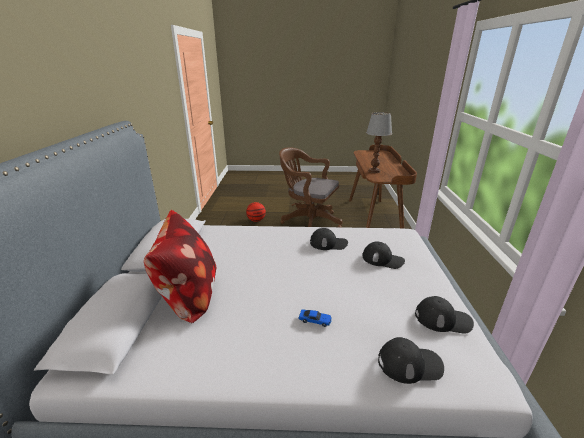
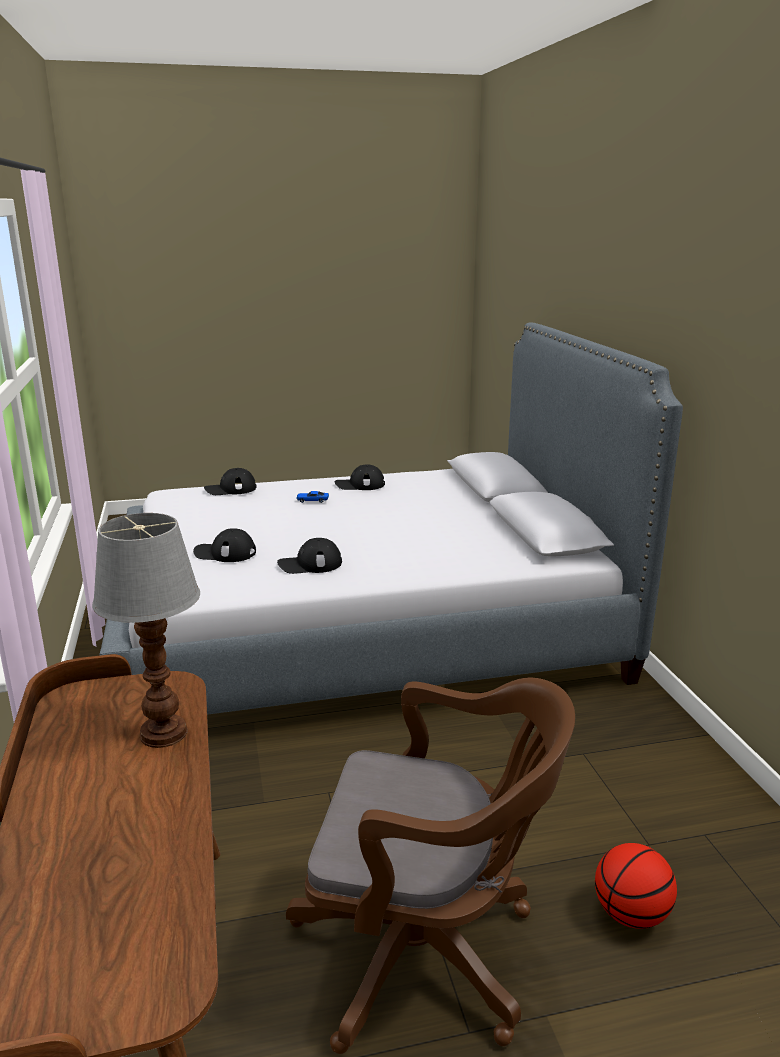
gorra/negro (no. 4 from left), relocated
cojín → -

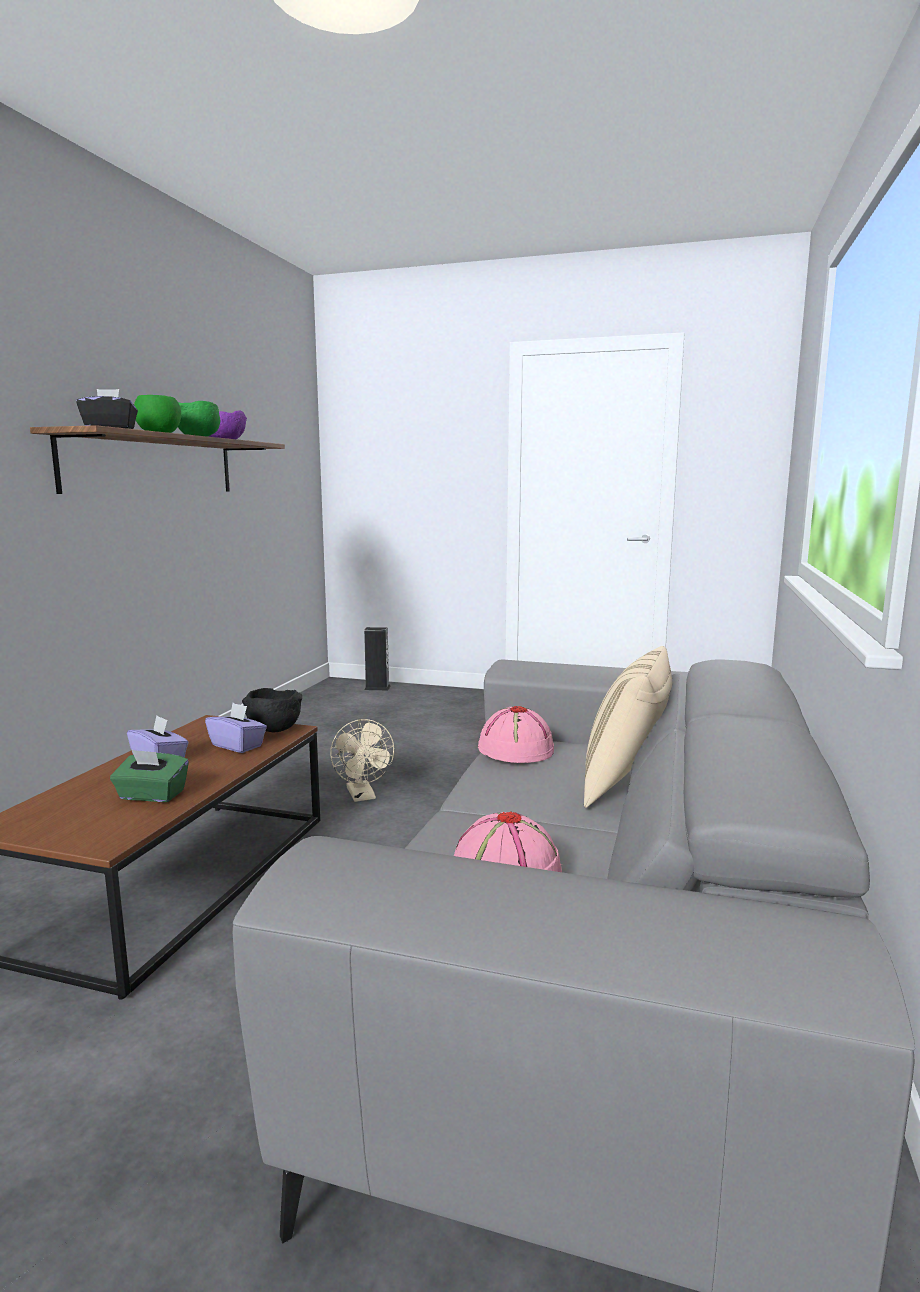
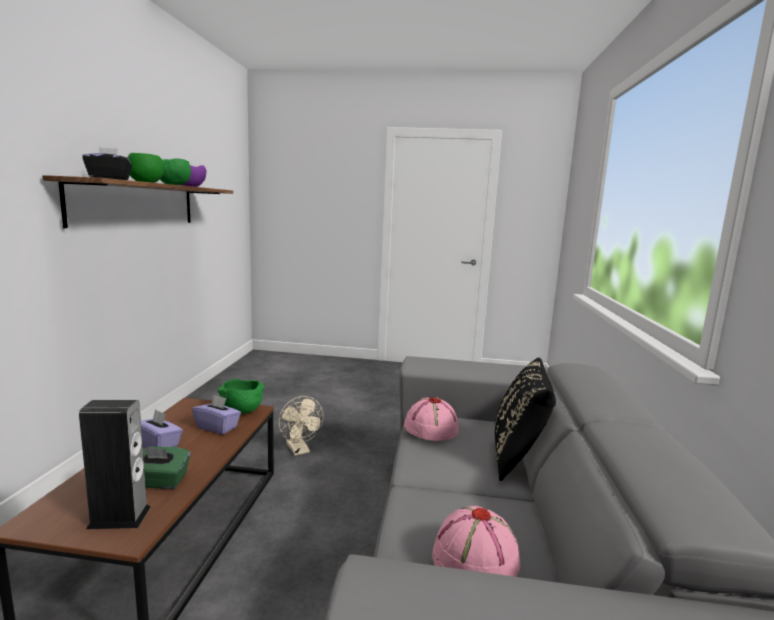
altavoz, relocated
cuenco/negro → cuenco/verde (no. 3 from left)
cojín/beis → cojín/negro

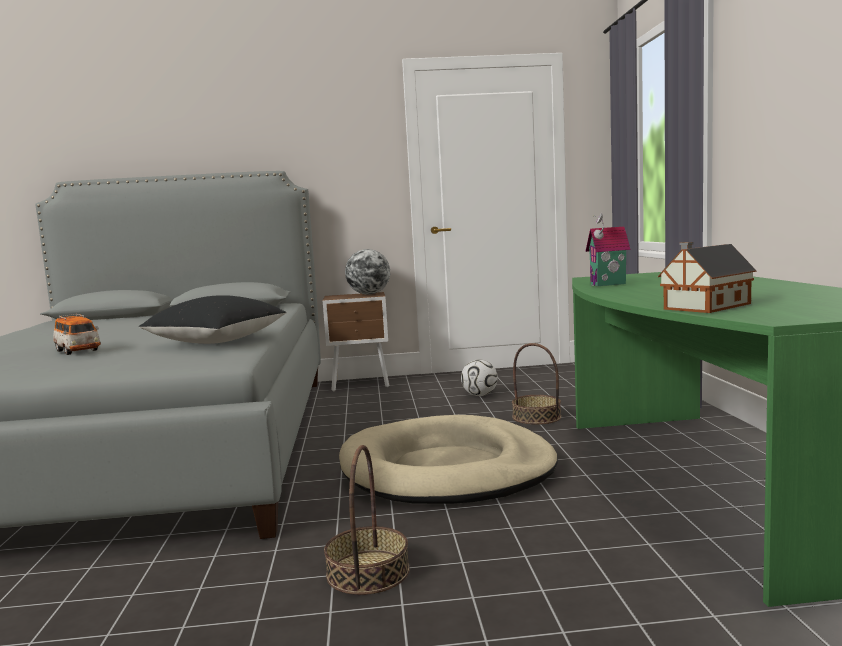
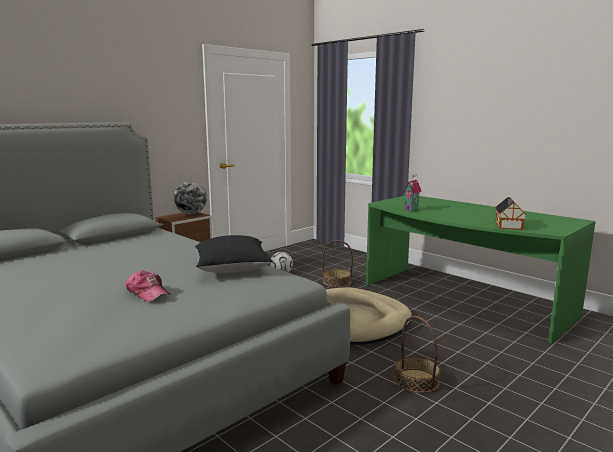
coche de juguete → gorra

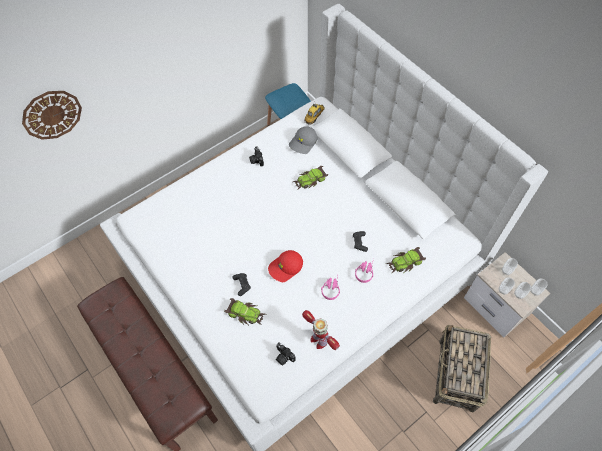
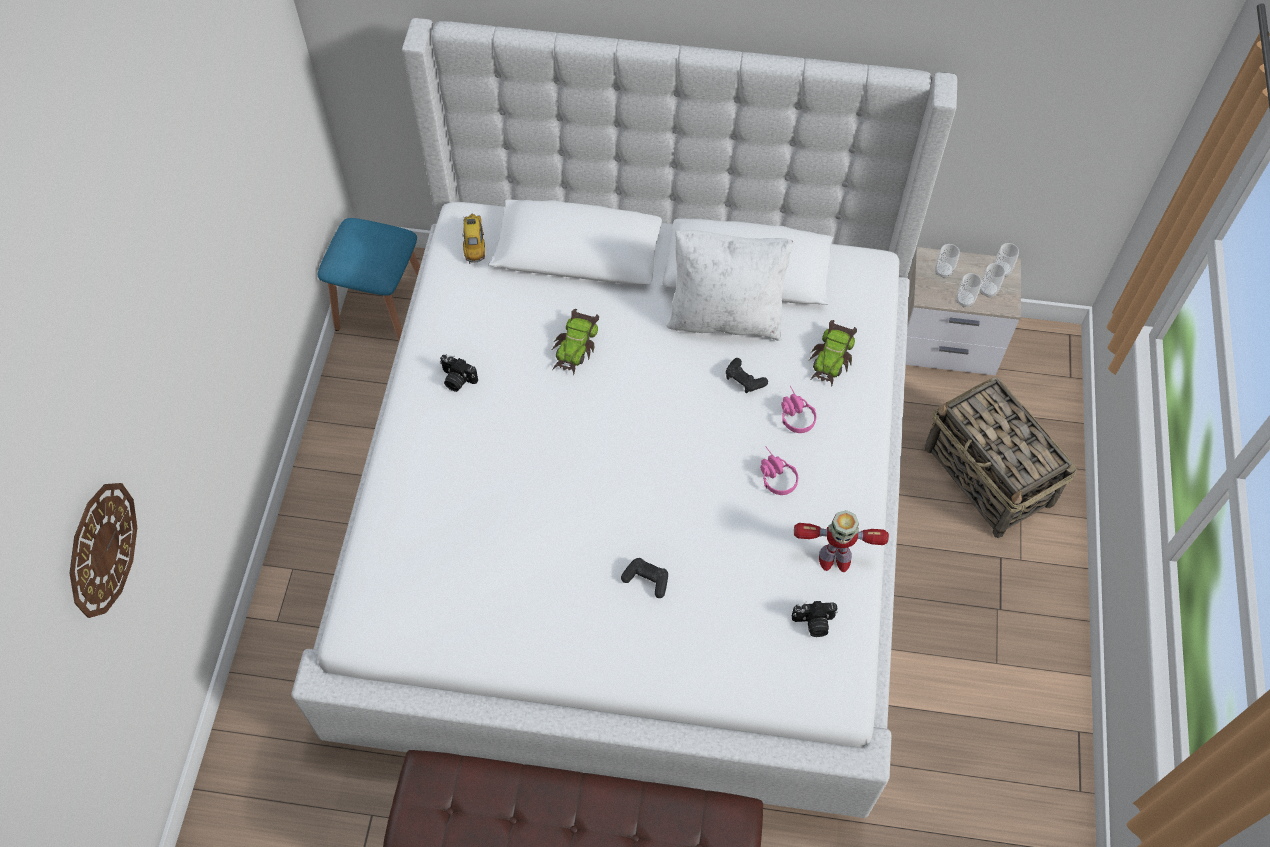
- → cojín/blanco
coche de juguete (no. 1 from left) → -
gorra/rojo → -
gorra/gris → -

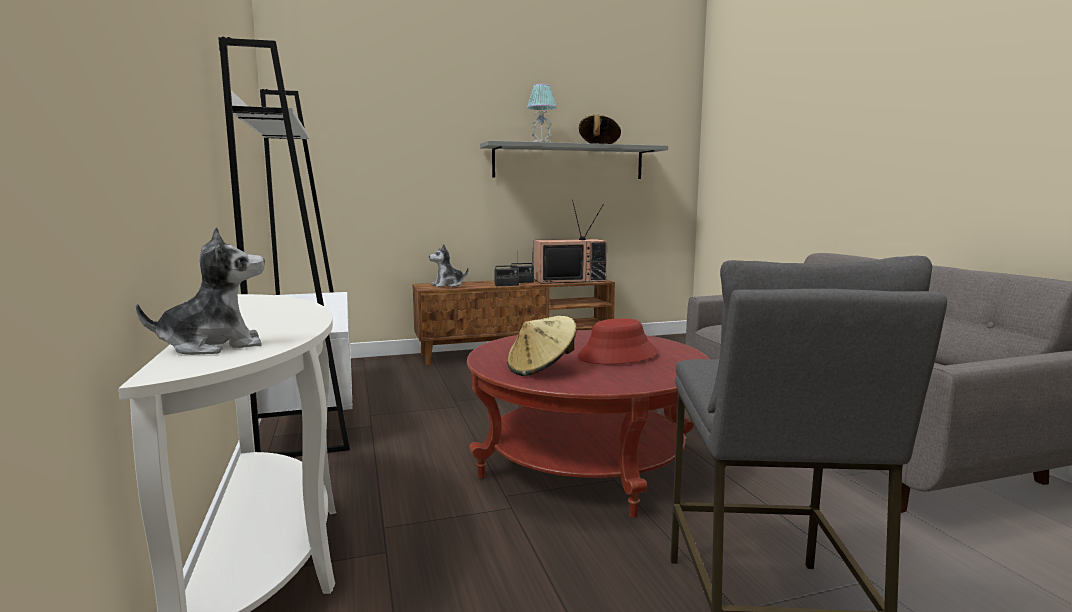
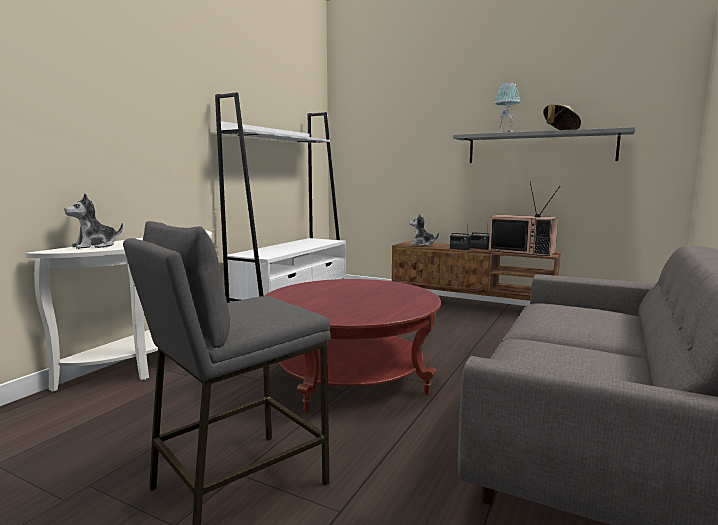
peluche (no. 1 from left), 120 degrees clockwise
sombrero/beis (no. 1 from left) → -
sombrero/rojo → -

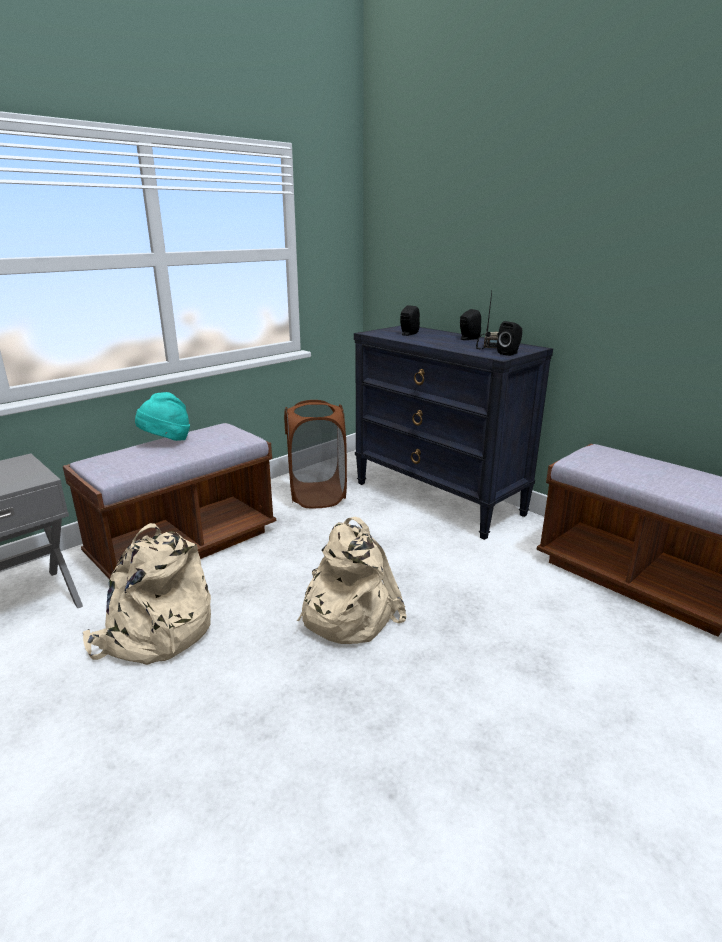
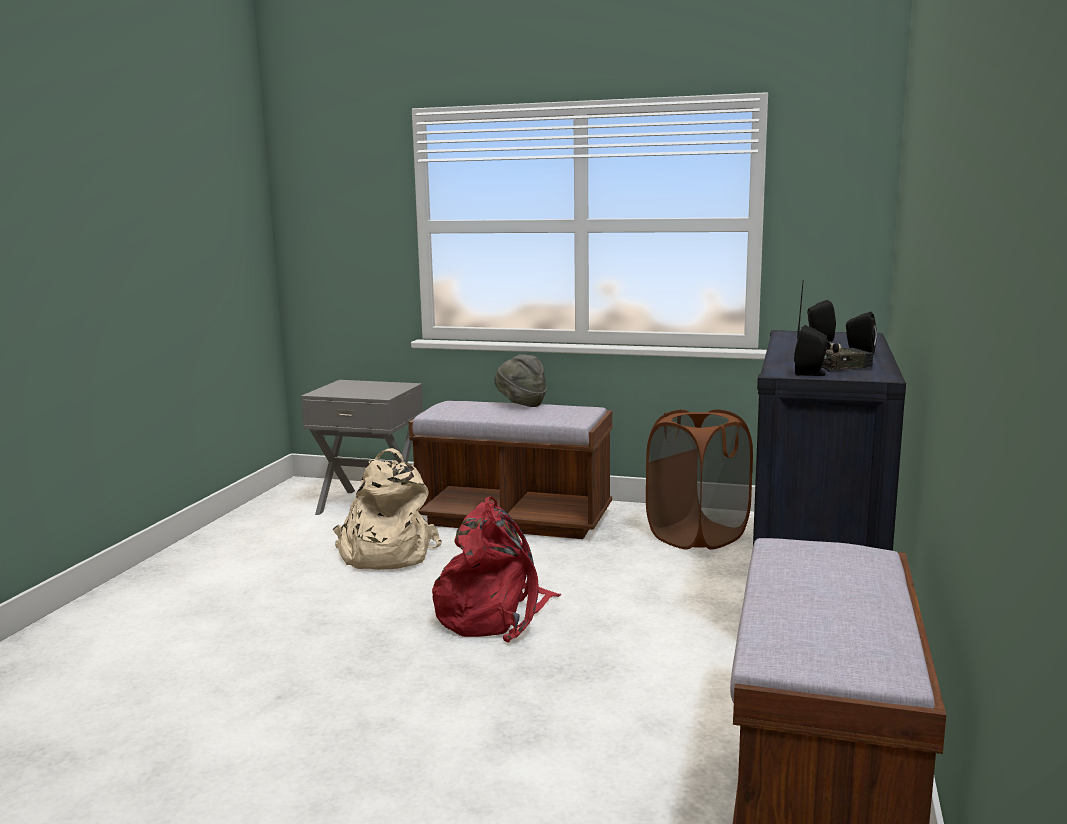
mochila/beis (no. 2 from left) → mochila/rojo
sombrero/turquesa → sombrero/gris

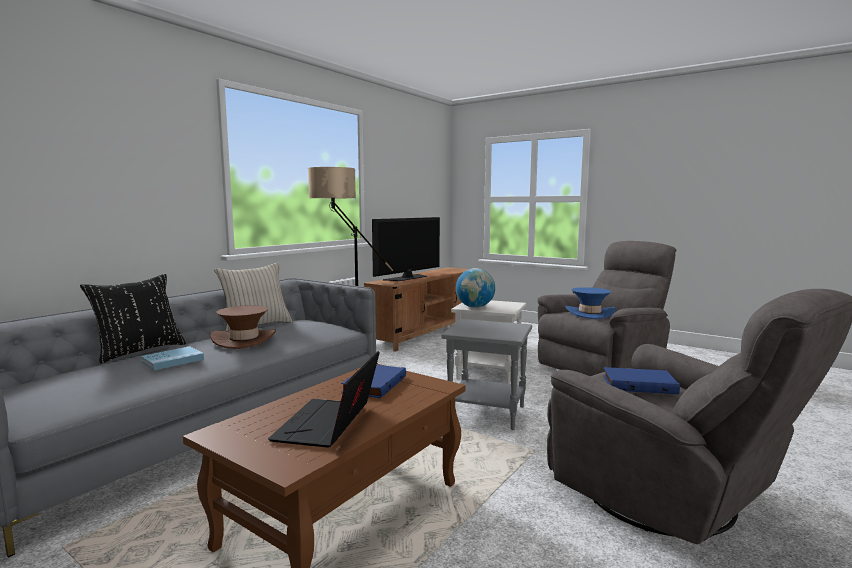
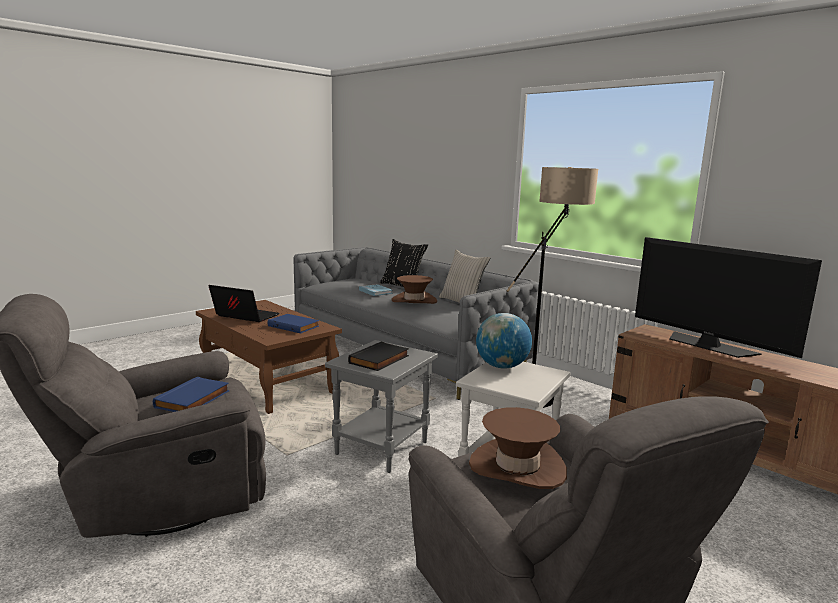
- → libro/negro
sombrero/azul → sombrero/marrón (no. 2 from left)

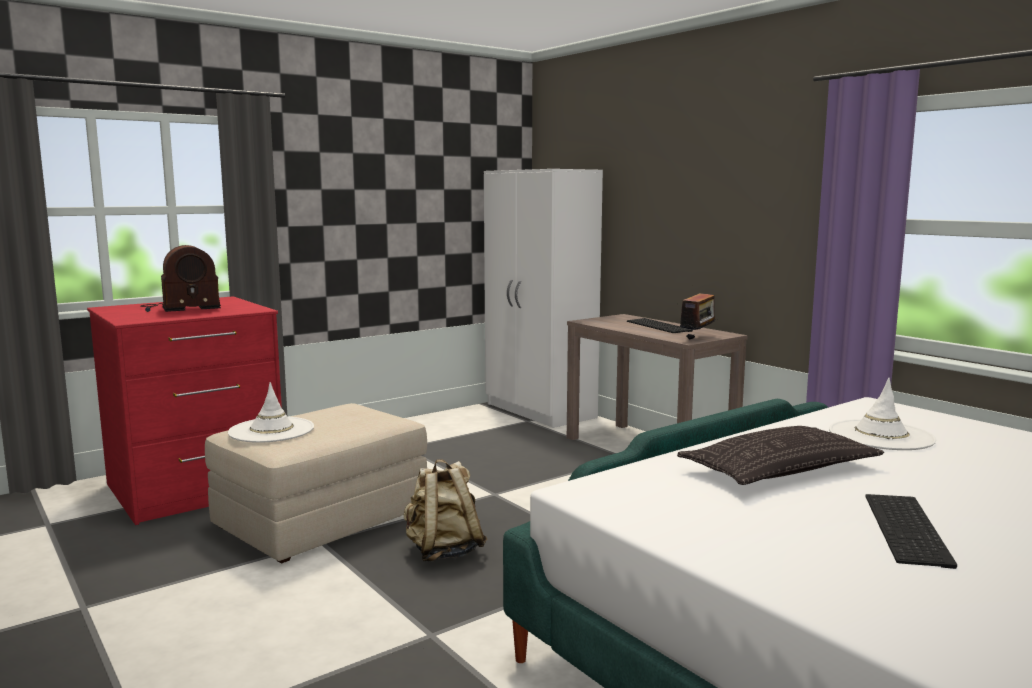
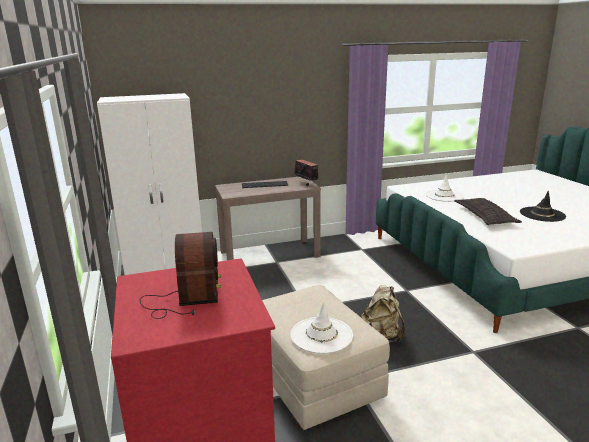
teclado (no. 2 from left) → sombrero/negro

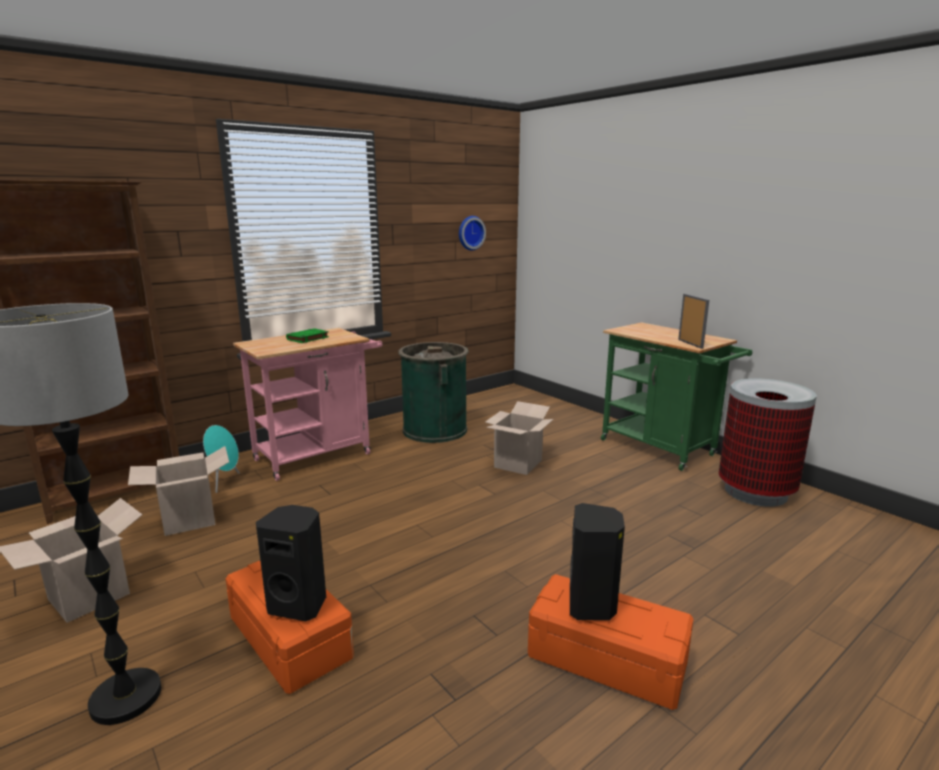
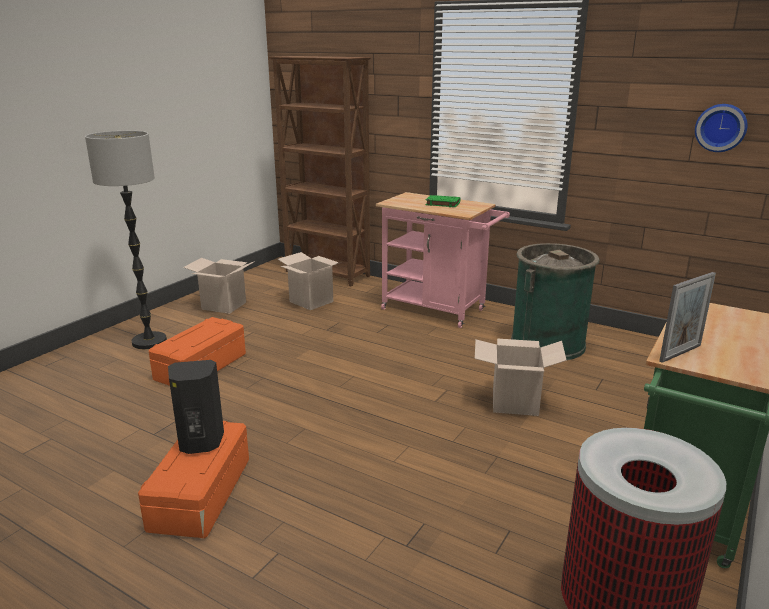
altavoz/turquesa → -
altavoz/negro (no. 1 from left) → -

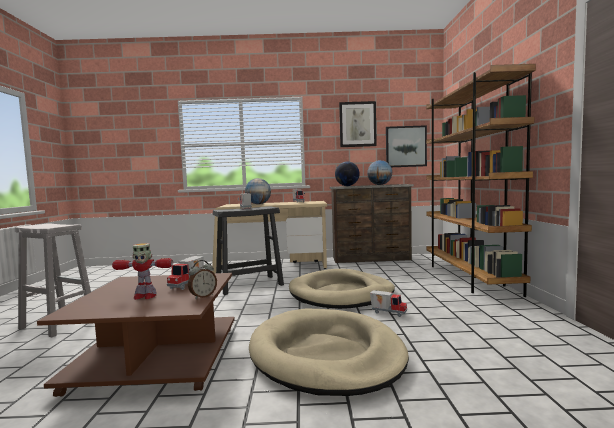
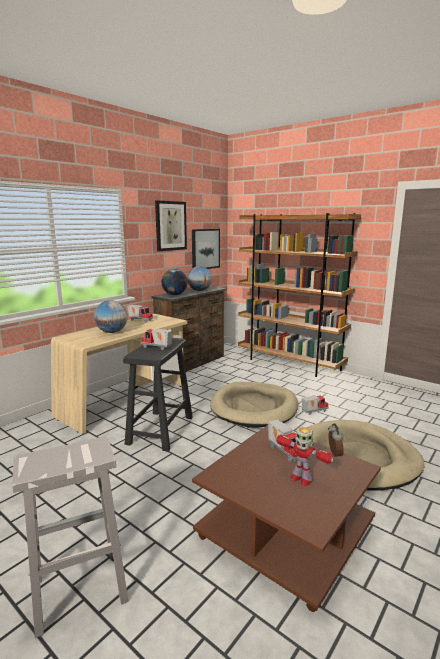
robot de juguete, 90 degrees clockwise

